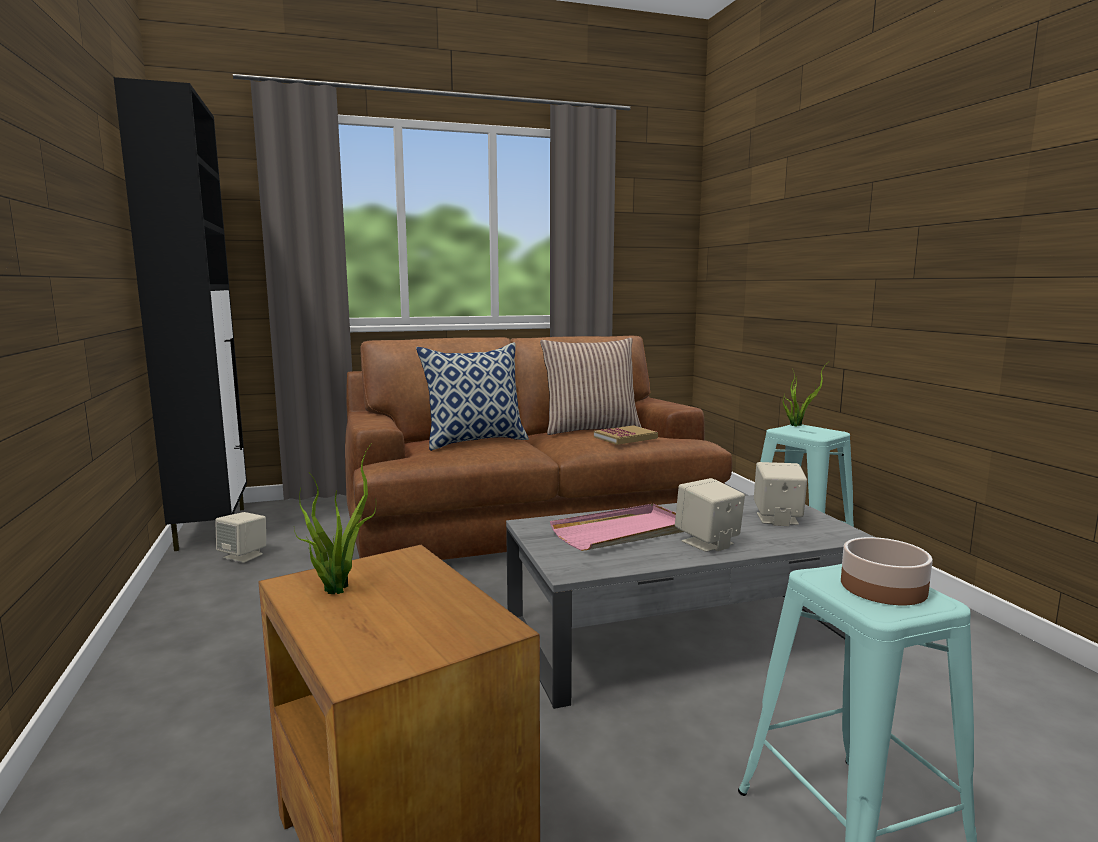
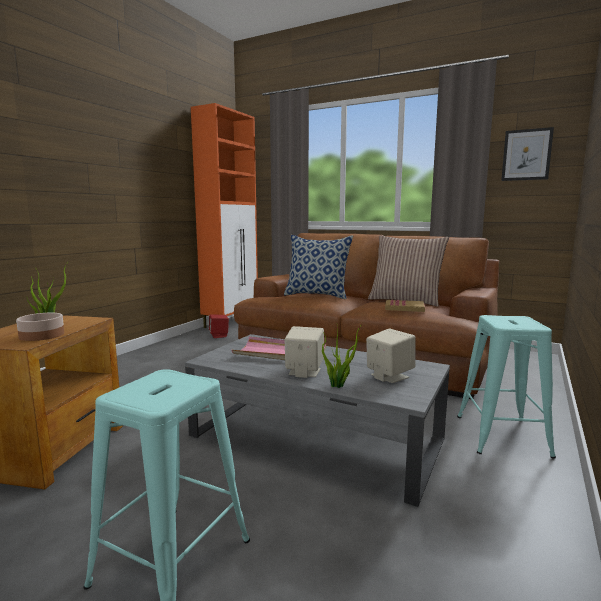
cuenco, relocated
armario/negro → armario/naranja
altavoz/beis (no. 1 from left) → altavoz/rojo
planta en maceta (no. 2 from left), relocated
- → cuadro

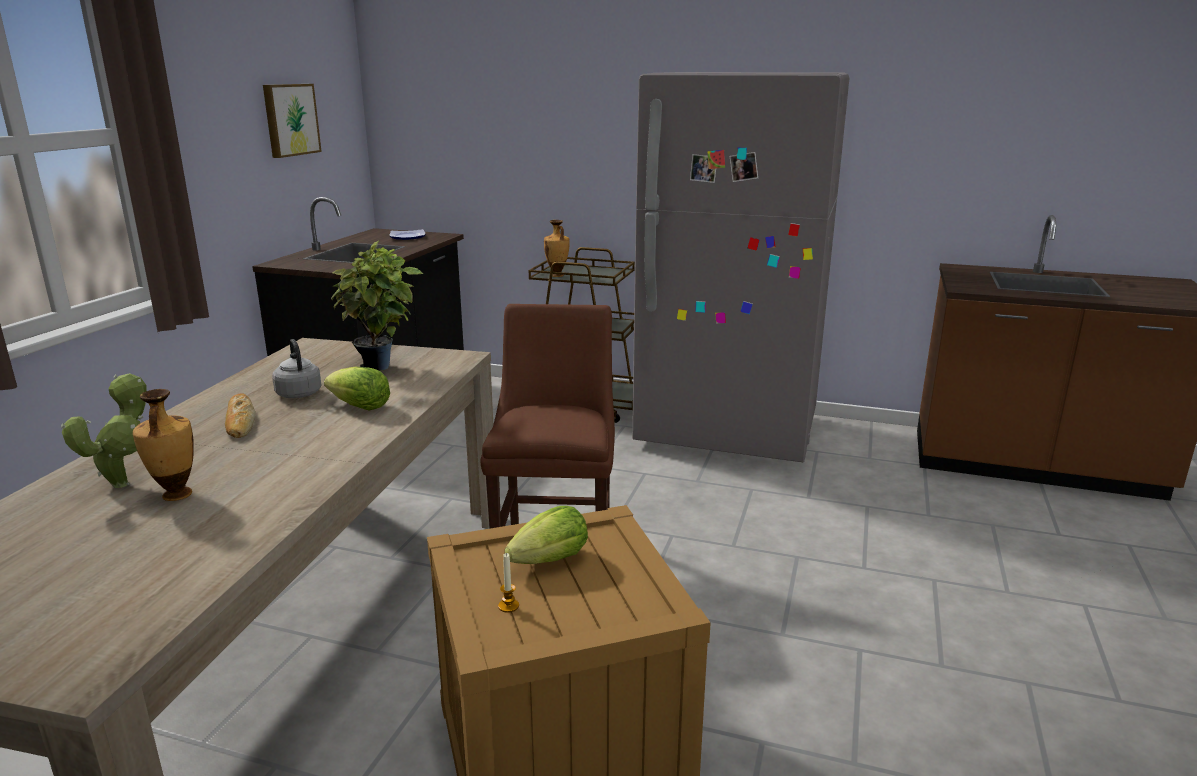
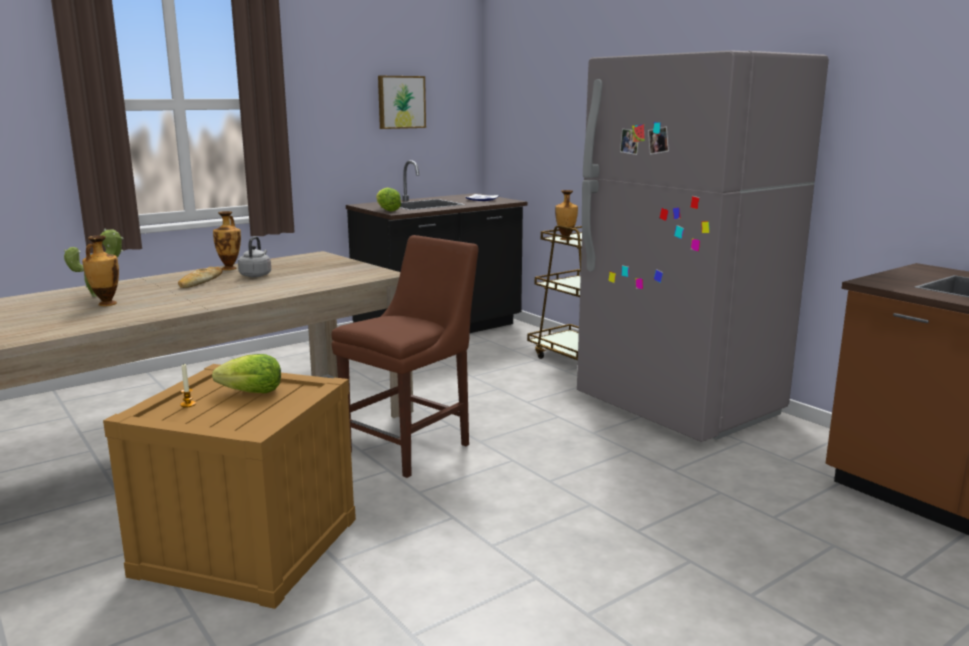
- → florero (no. 2 from left)
lechuga (no. 1 from left in the first image) → lechuga (no. 2 from left), relocated
planta en maceta (no. 2 from left) → -

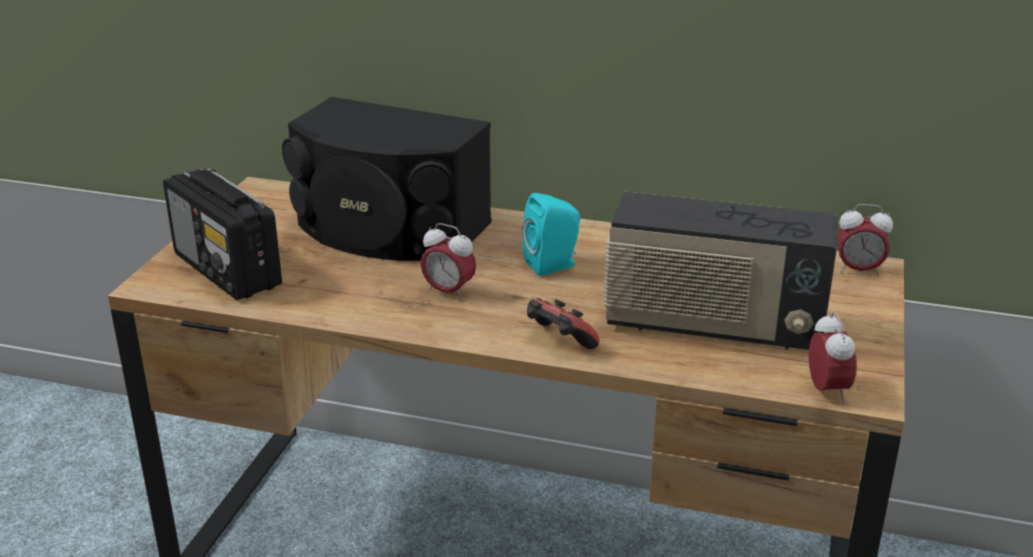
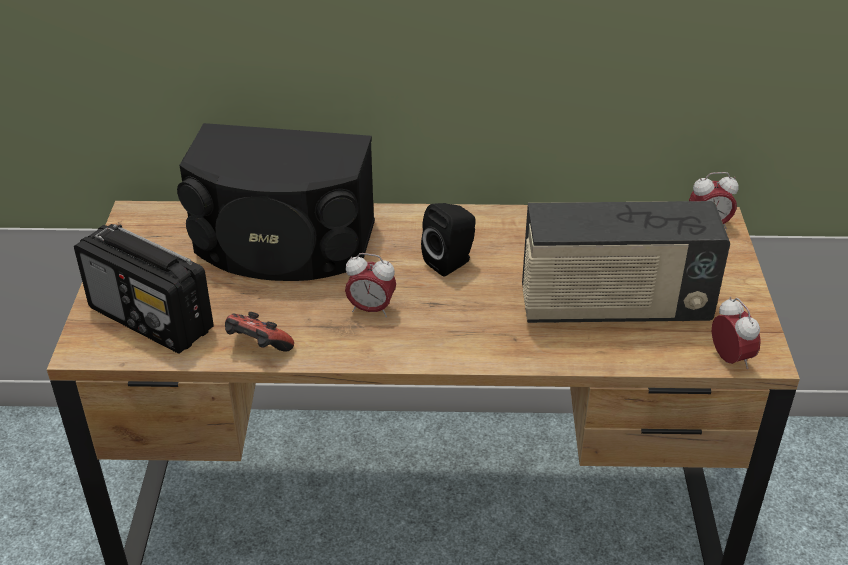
mando de consola, relocated
altavoz/turquesa → altavoz/negro (no. 2 from left)

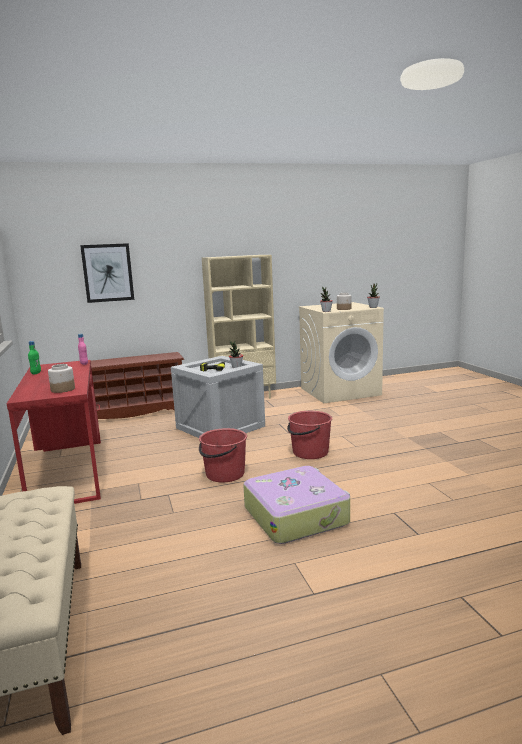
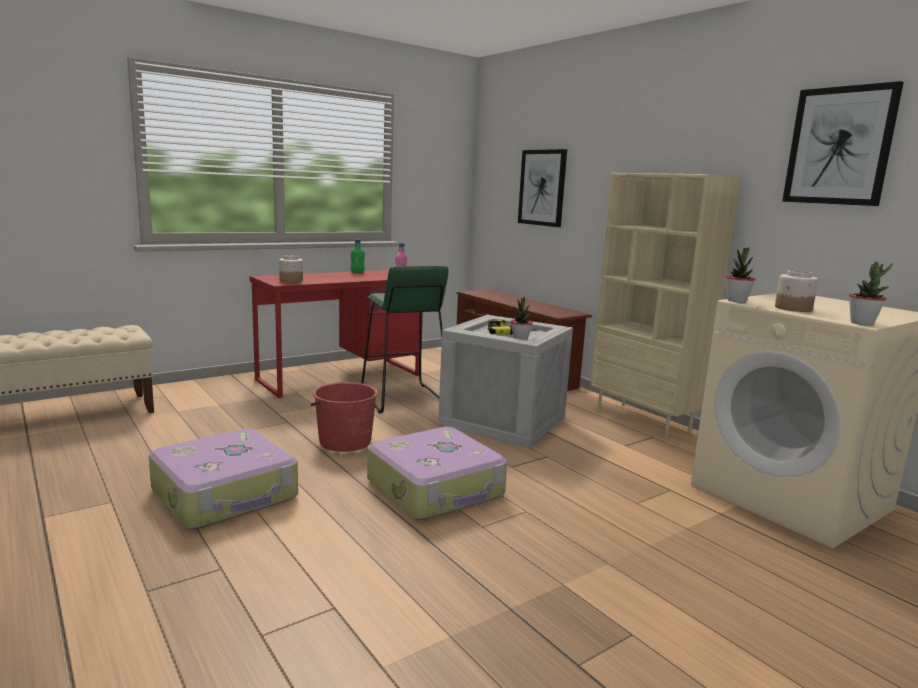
- → taburete/verde
cubo/rojo (no. 2 from left) → maleta (no. 2 from left)
- → cuadro (no. 2 from left)

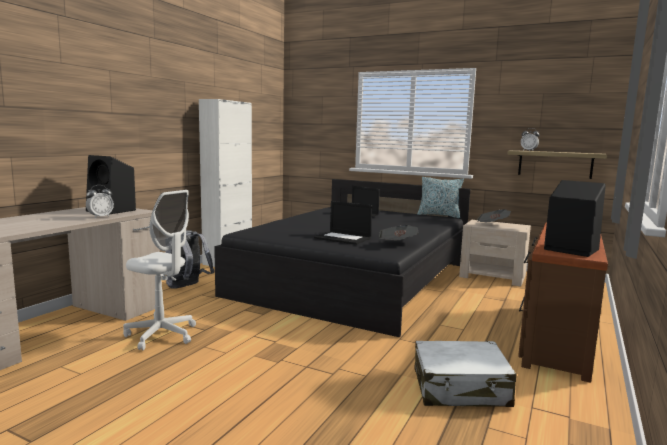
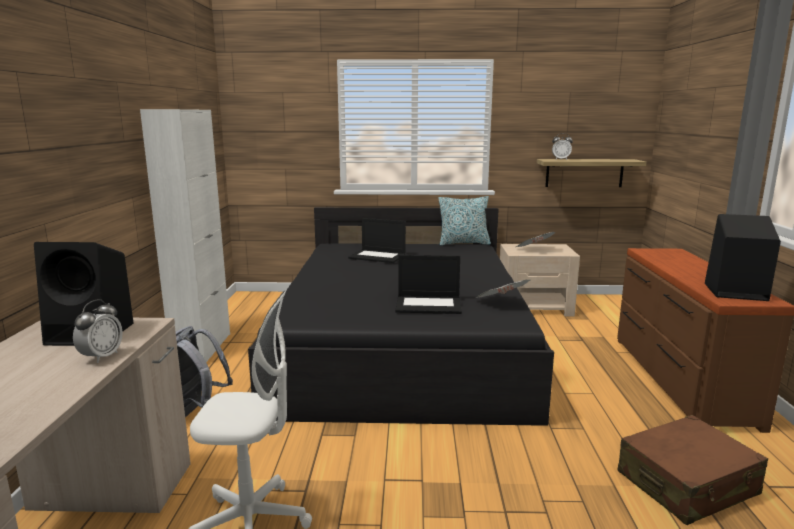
maleta/blanco → maleta/marrón

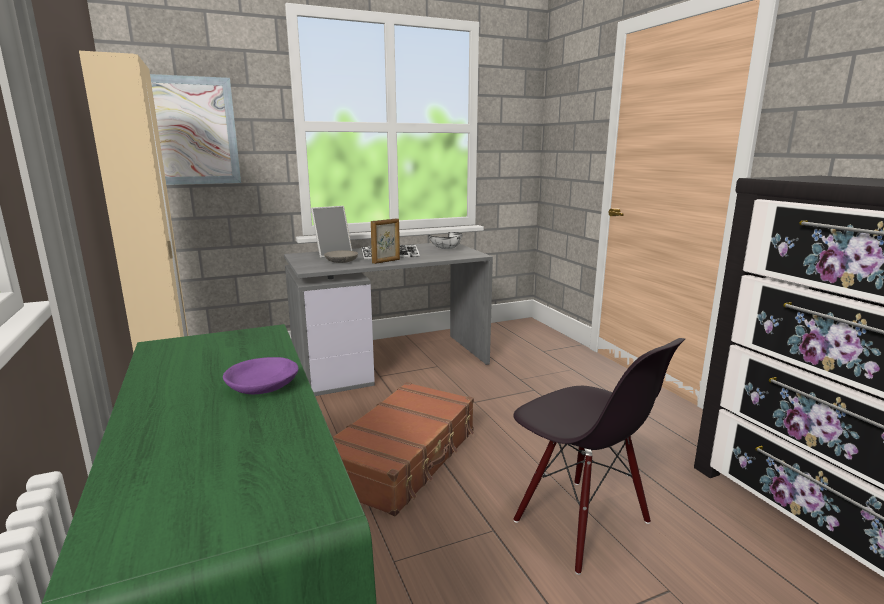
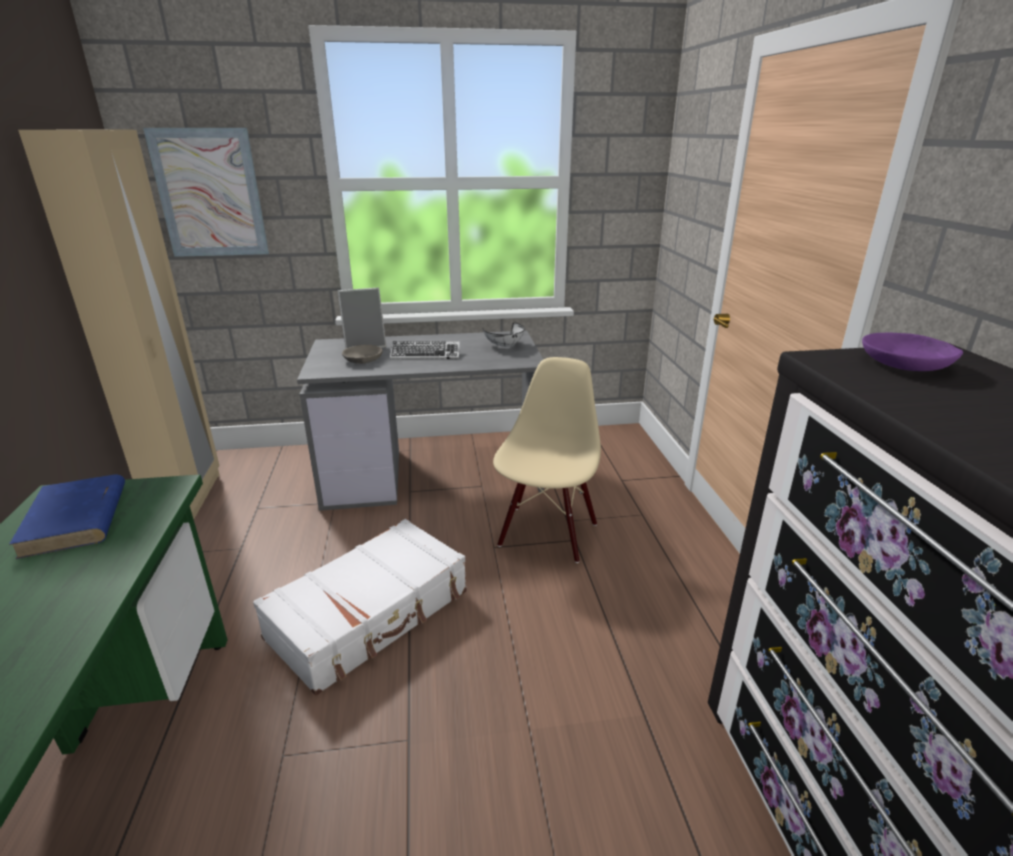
- → libro/azul
maleta/marrón → maleta/blanco
- → silla/beis
cuenco/morado, relocated
portarretratos (no. 2 from left) → -
silla/negro → -

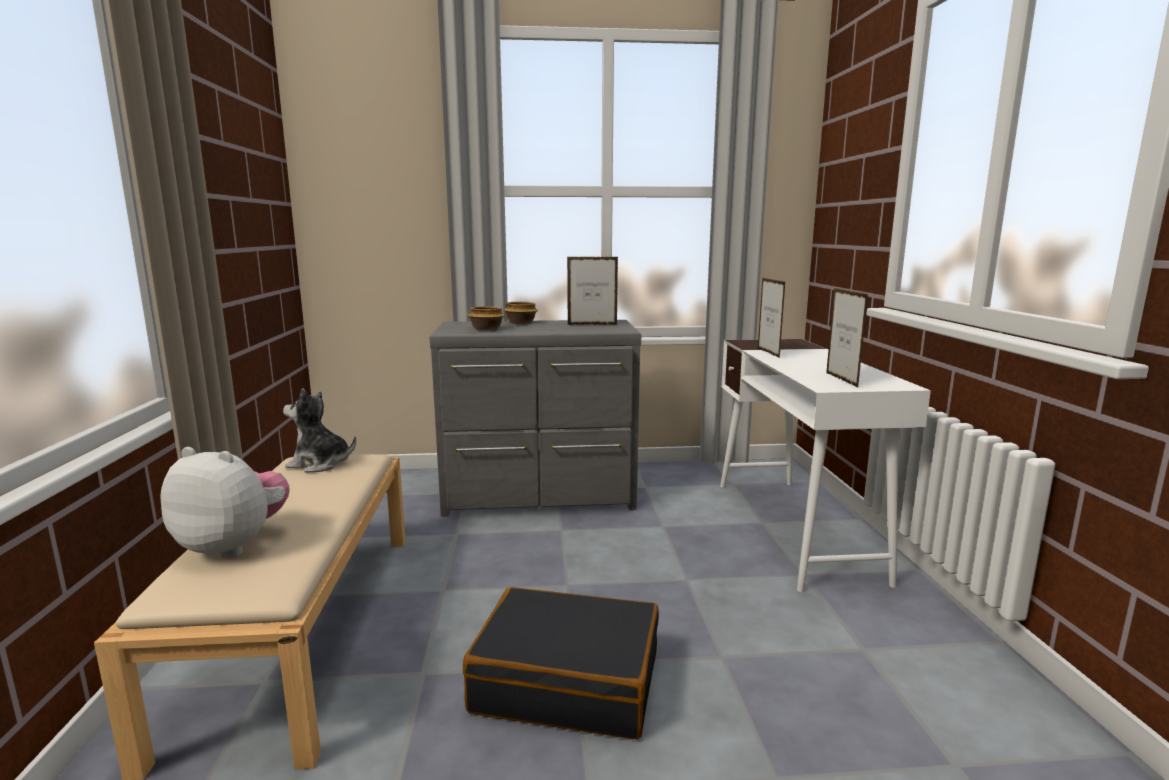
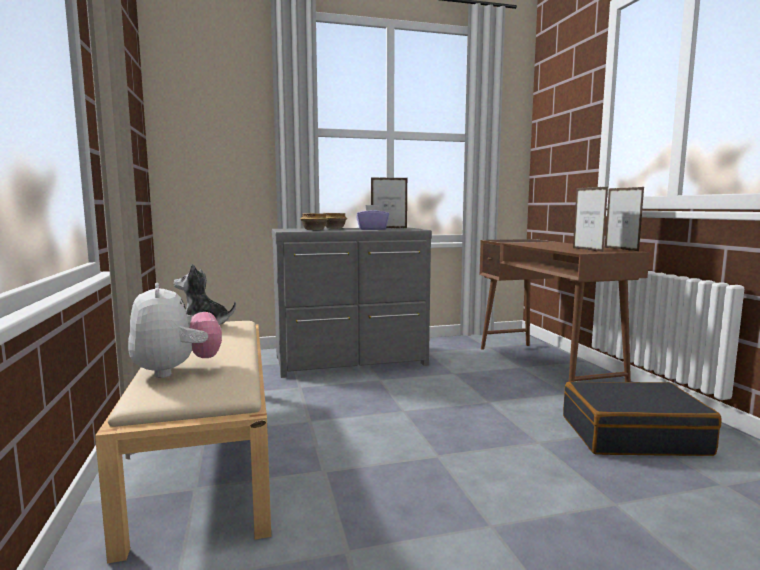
peluche (no. 1 from left), 60 degrees clockwise
- → caja de pañuelos/morado
escritorio/blanco → escritorio/marrón
maleta/negro, relocated
portarretratos (no. 2 from left in the first image) → portarretratos (no. 3 from left), relocated

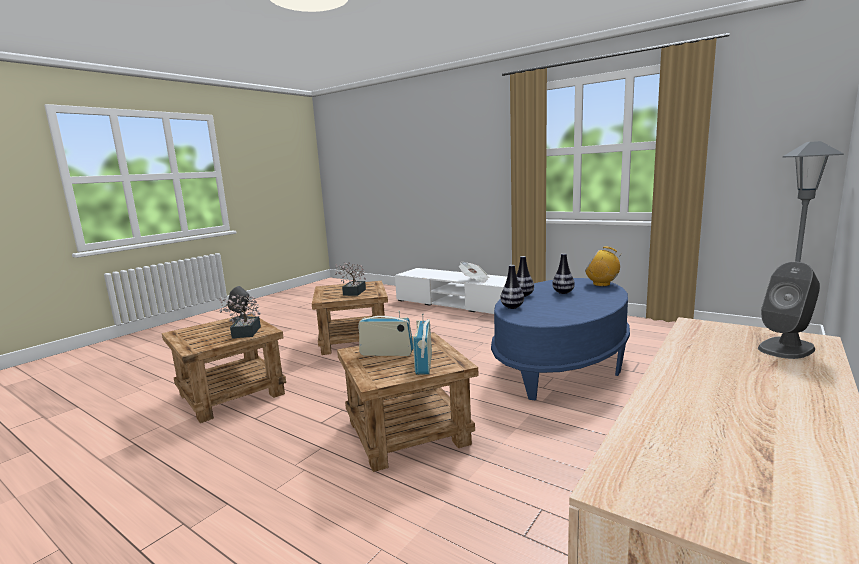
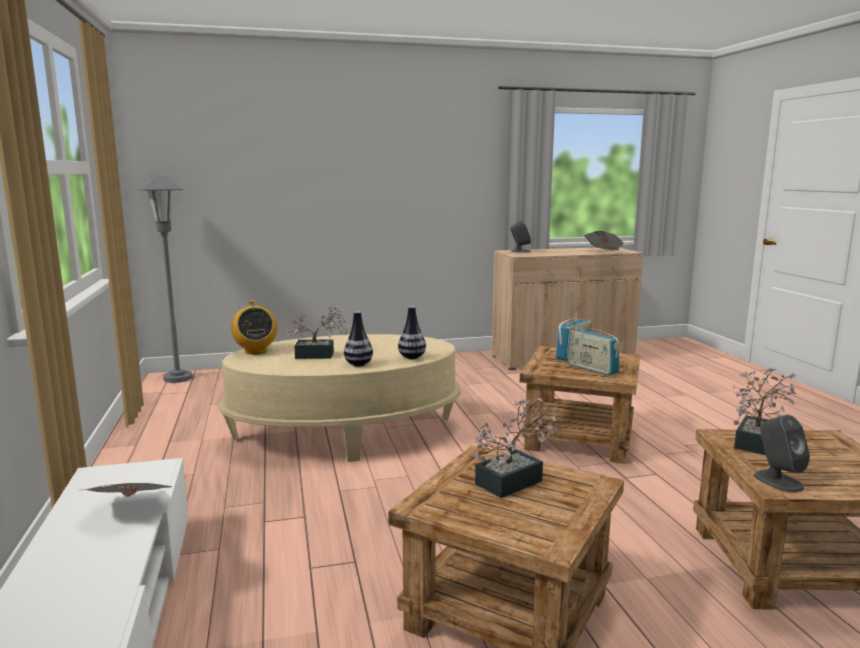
mesa de centro/azul → mesa de centro/beis
florero (no. 3 from left) → planta en maceta (no. 1 from left)
- → periódico (no. 2 from left)

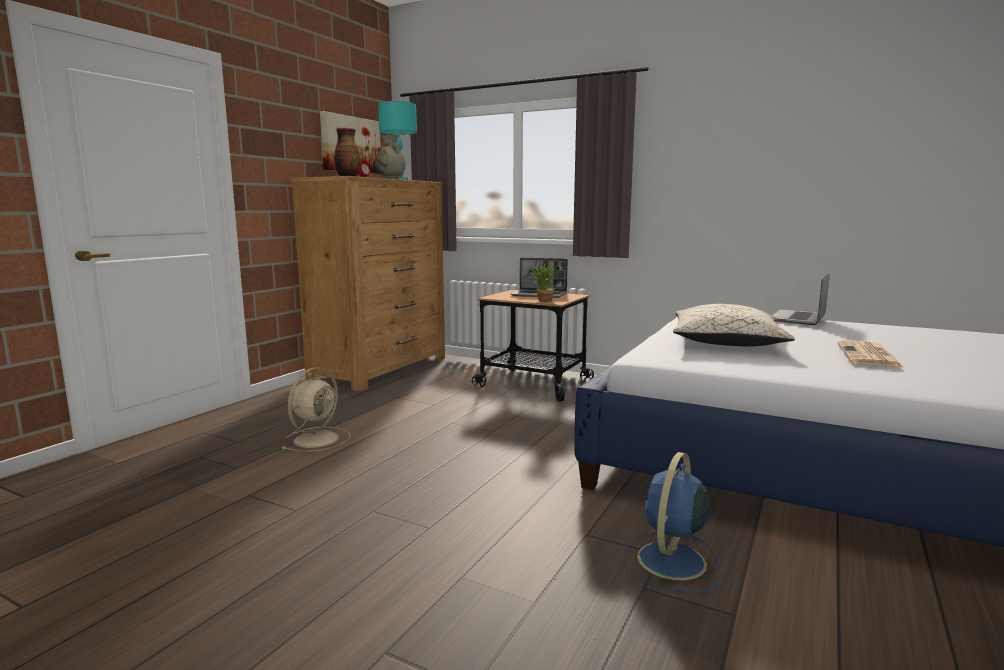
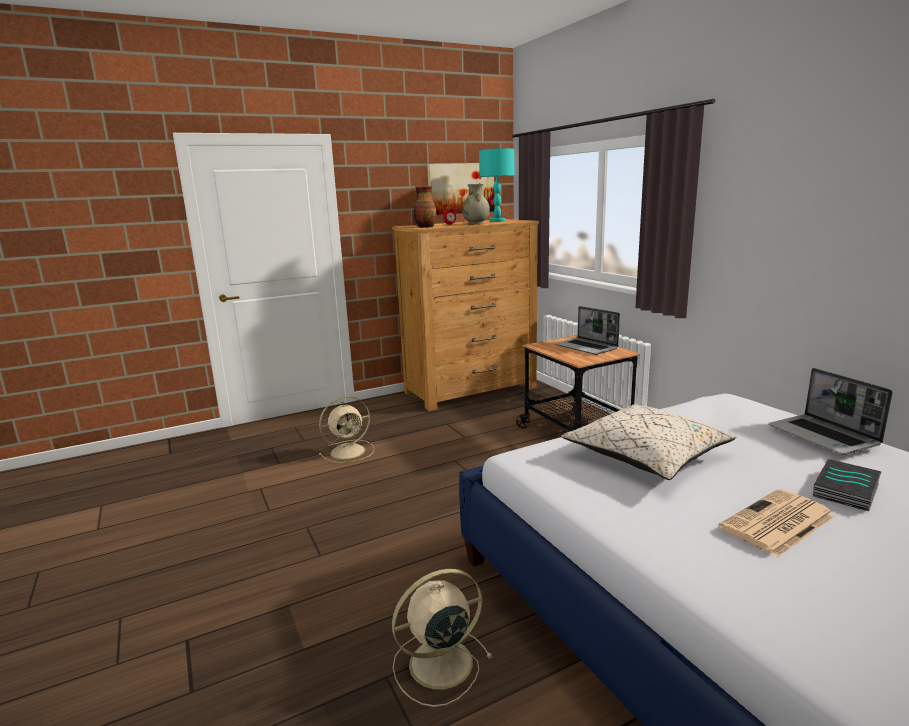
ventilador/azul → ventilador/beis (no. 2 from left)
portátil (no. 2 from left), 90 degrees counterclockwise
- → libro
planta en maceta → -

